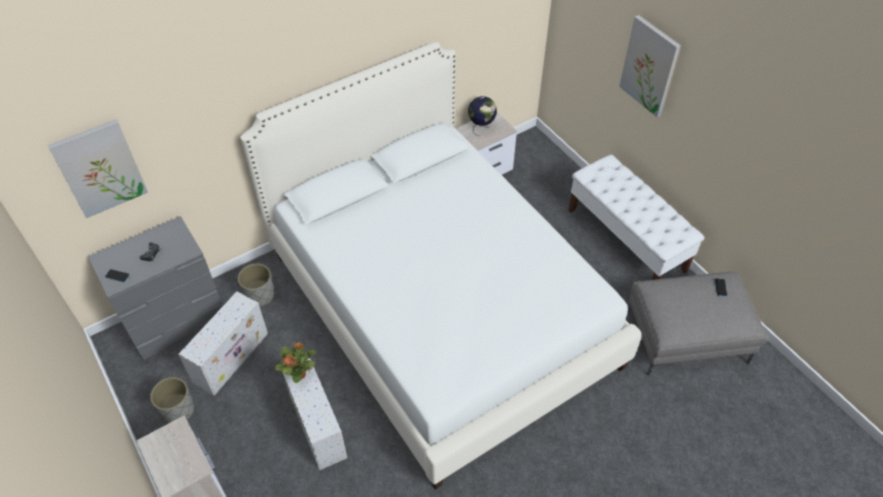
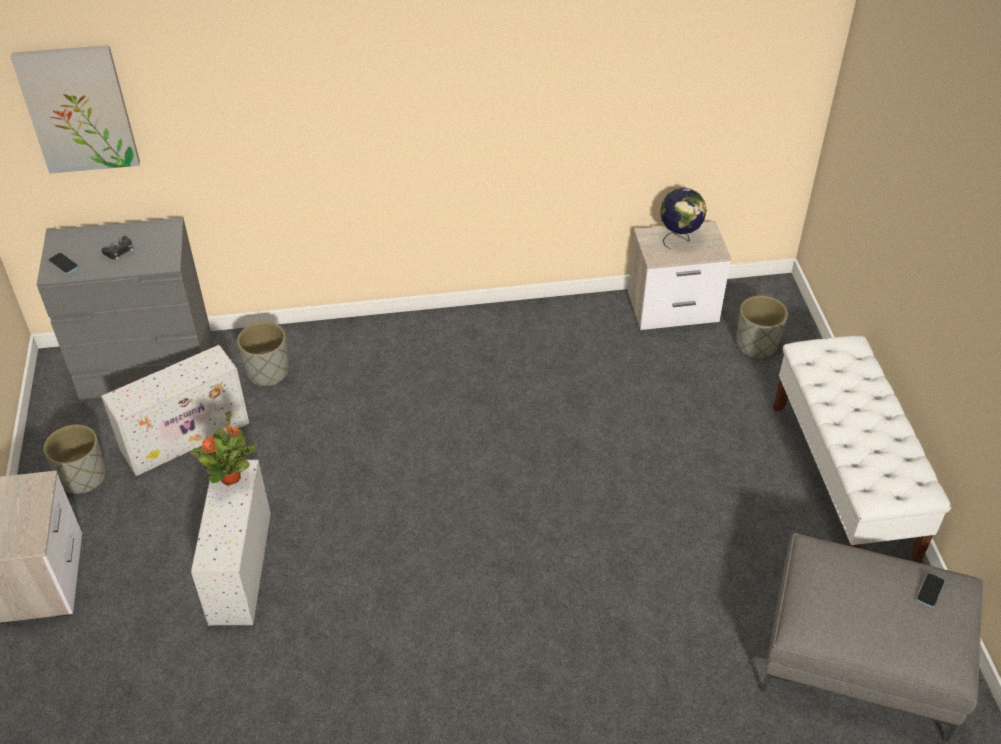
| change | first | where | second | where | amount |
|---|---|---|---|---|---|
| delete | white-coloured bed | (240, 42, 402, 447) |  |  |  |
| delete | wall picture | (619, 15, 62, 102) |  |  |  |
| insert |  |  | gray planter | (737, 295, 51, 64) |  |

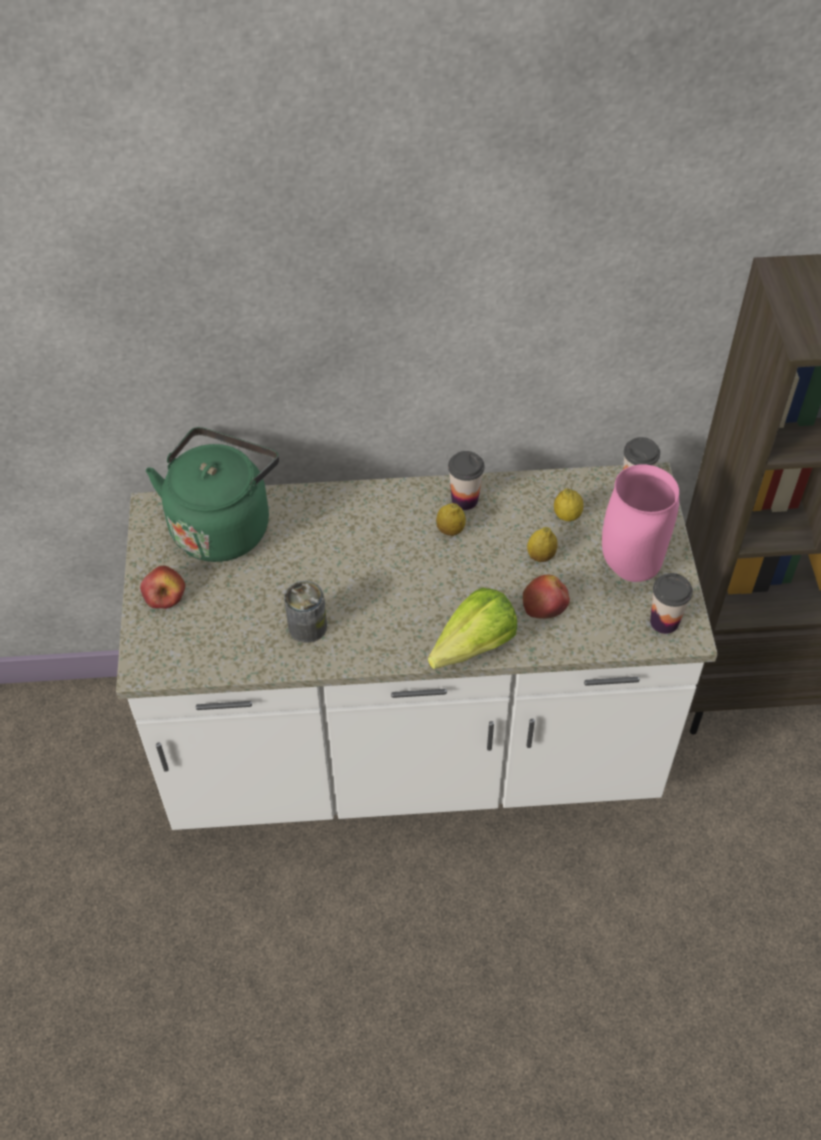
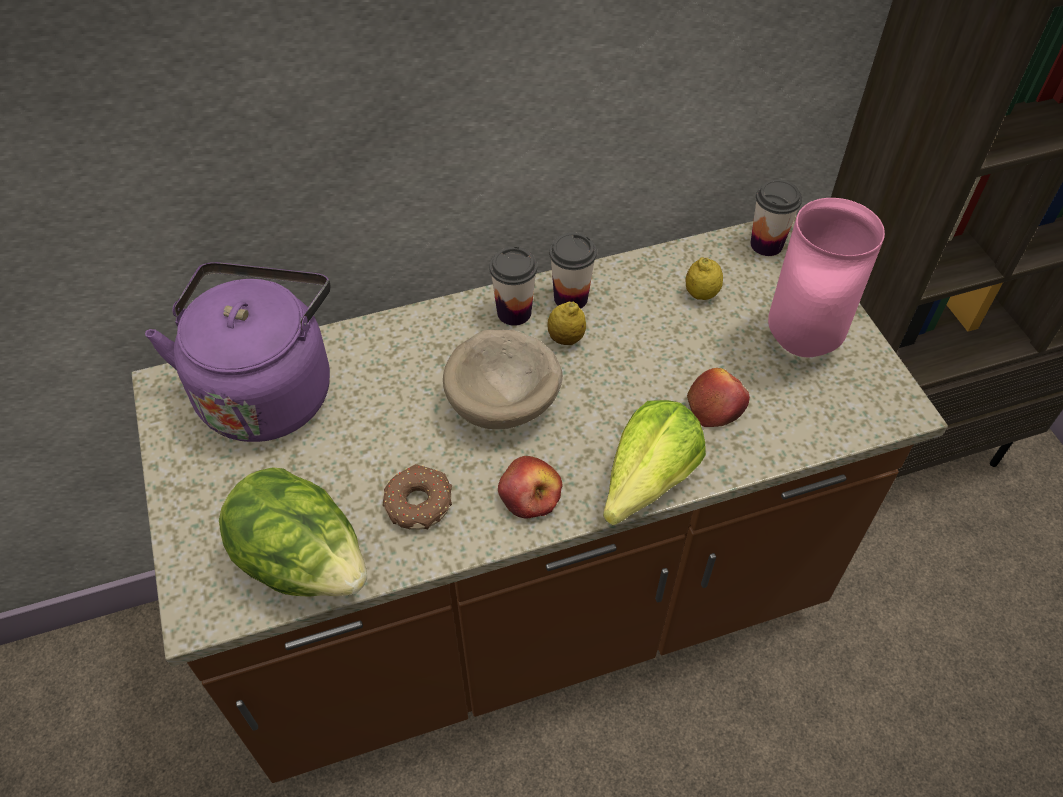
| change | first | where | second | where | amount |
|---|---|---|---|---|---|
| recolor | white-coloured kitchen base unit | (116, 462, 602, 368) | brown kitchen base unit | (131, 215, 817, 568) |  |
| move | whole apple | (140, 566, 45, 43) |  | (498, 456, 64, 63) |  |
| recolor | green kettle | (146, 427, 133, 135) | purple-coloured kettle | (145, 262, 186, 180) |  |
| replace | can | (284, 581, 43, 62) | ring doughnut | (383, 464, 69, 66) |  |
| delete | whole lemon | (527, 527, 31, 35) |  |  |  |
| move | drinking cup | (650, 573, 43, 61) |  | (489, 247, 48, 79) |  |
| insert |  |  | lettuce head | (219, 467, 148, 130) |  |
| insert |  |  | beige serving bowl | (443, 330, 120, 99) |  |

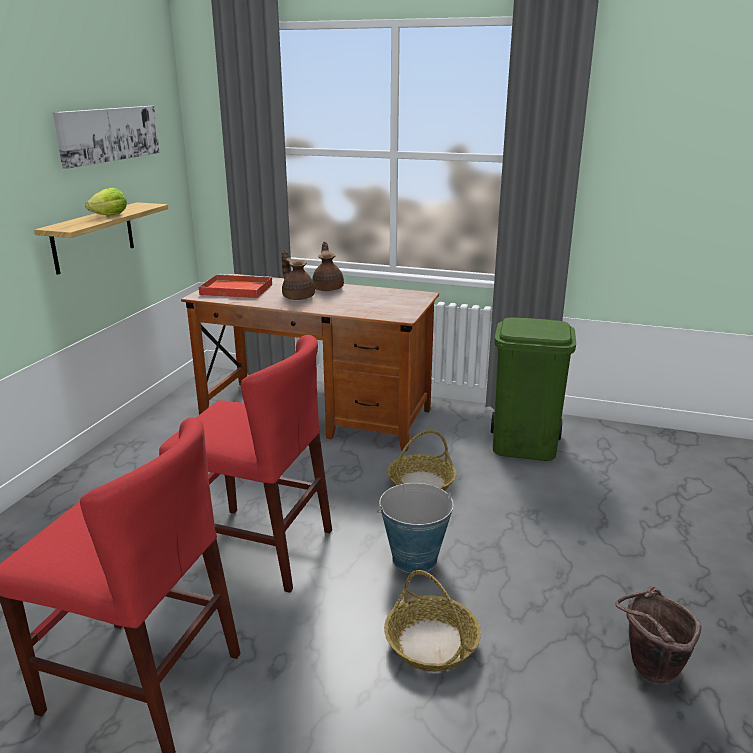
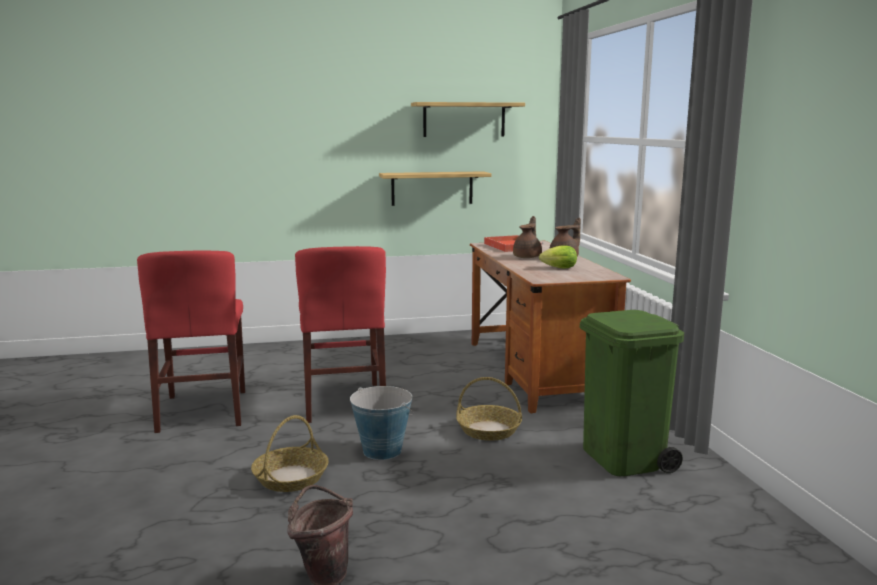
| change | first | where | second | where | amount |
|---|---|---|---|---|---|
| replace | wall picture | (53, 106, 107, 63) | shelf | (411, 102, 114, 35) |  |
| move | lettuce head | (85, 188, 42, 28) |  | (539, 246, 38, 23) |  |

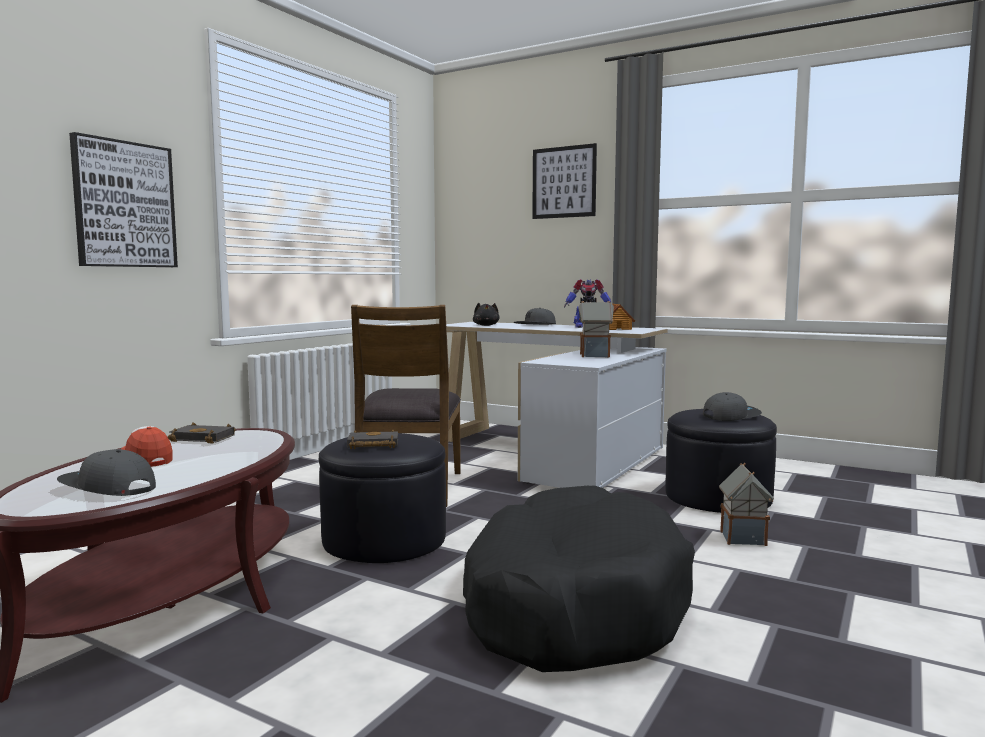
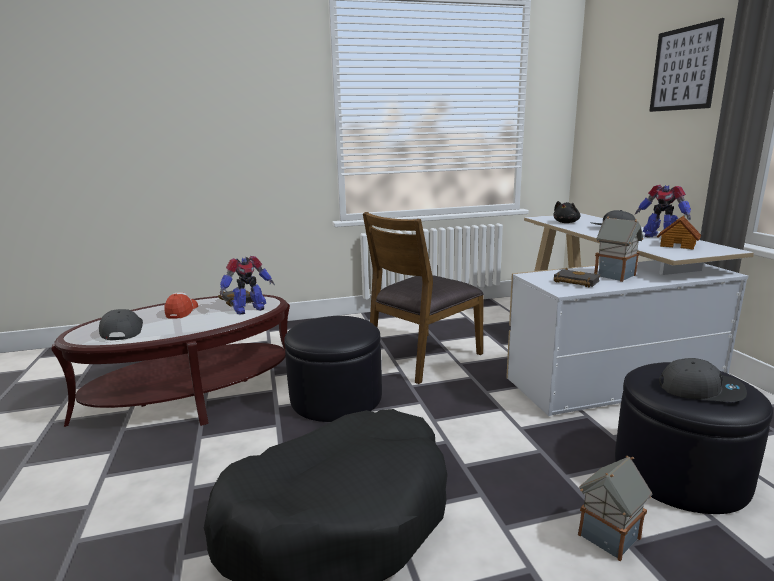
| change | first | where | second | where | amount |
|---|---|---|---|---|---|
| delete | wall picture | (69, 132, 109, 135) |  |  |  |
| move | black bound book | (347, 429, 51, 20) |  | (554, 268, 46, 20) |  |
| insert |  |  | toy robot | (220, 256, 55, 59) |  |

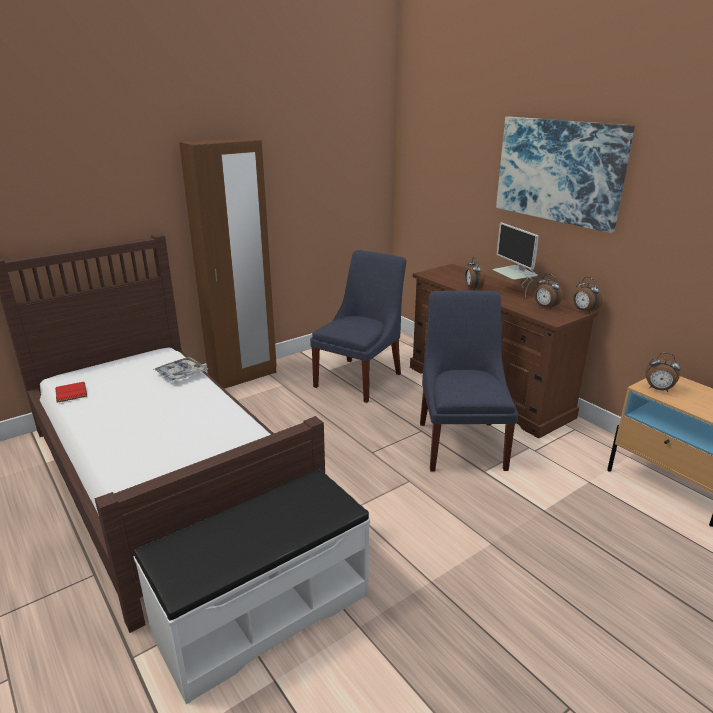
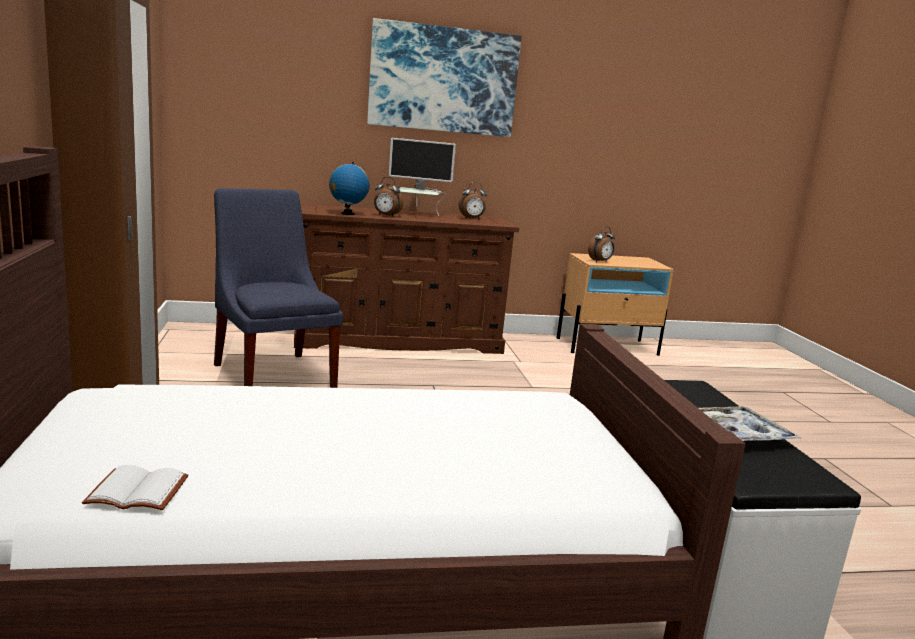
| change | first | where | second | where | amount |
|---|---|---|---|---|---|
| recolor | red-coloured bound book | (55, 382, 32, 21) | white-coloured bound book | (82, 465, 106, 45) |  |
| move | serving tray | (154, 357, 54, 25) |  | (699, 406, 102, 35) |  |
| delete | blue-coloured upright chair | (420, 291, 99, 180) |  |  |  |
| delete | table clock | (573, 277, 29, 37) |  |  |  |
| insert |  |  | desk globe | (329, 162, 41, 53) |  |

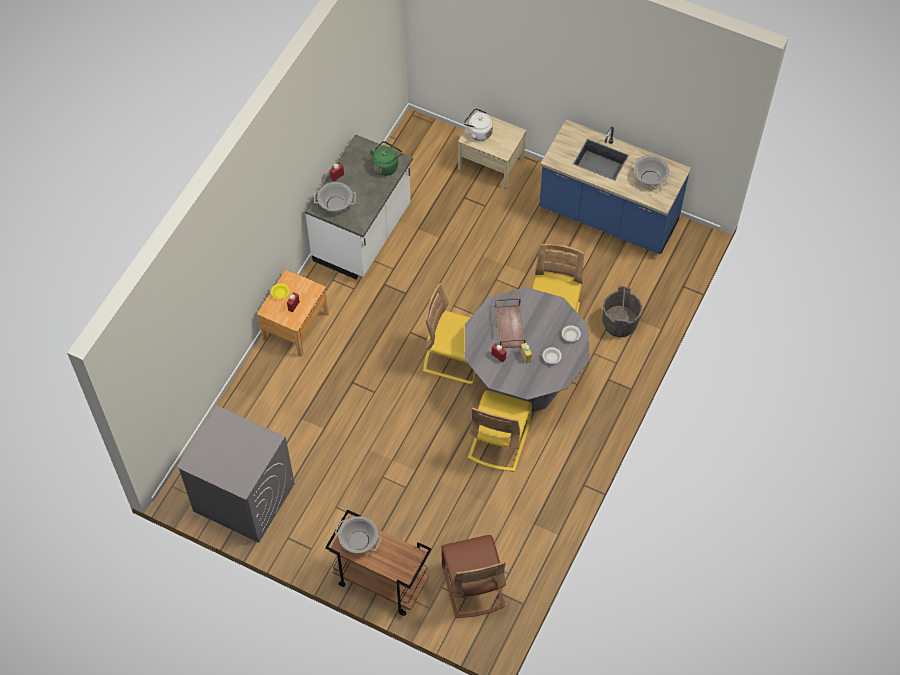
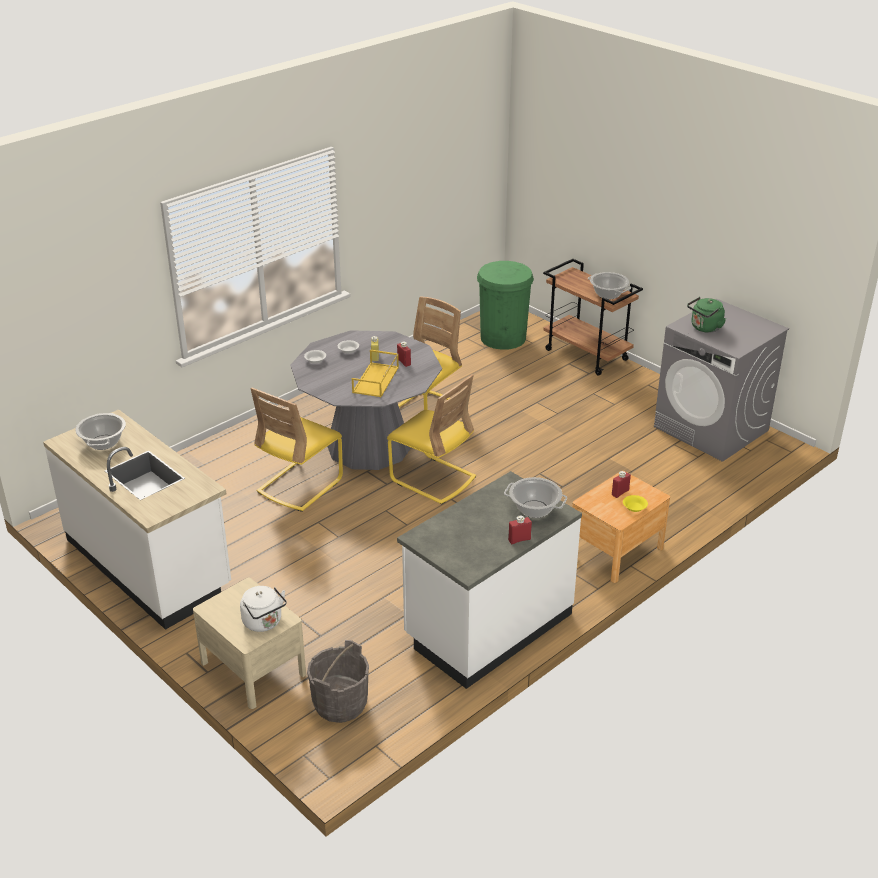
| change | first | where | second | where | amount |
|---|---|---|---|---|---|
| move | green kettle | (370, 141, 32, 35) |  | (687, 297, 39, 36) |  |
| replace | brown upright chair | (441, 535, 65, 83) | green waste bin | (477, 261, 57, 89) |  |
| recolor | brown serving tray | (495, 298, 30, 50) | yellowish serving tray | (352, 350, 47, 47) |  |
| recolor | blue-coloured kitchen base unit | (539, 120, 152, 134) | white-coloured kitchen base unit | (43, 409, 188, 221) |  |
| move | gray bucket | (602, 286, 40, 51) |  | (307, 640, 62, 83) |  |

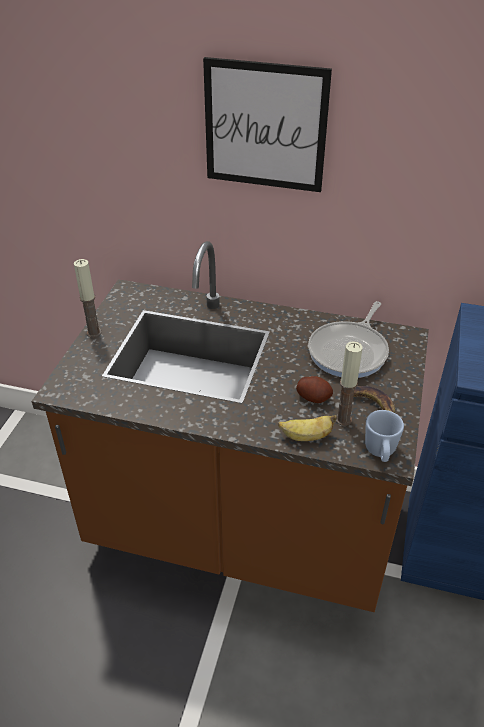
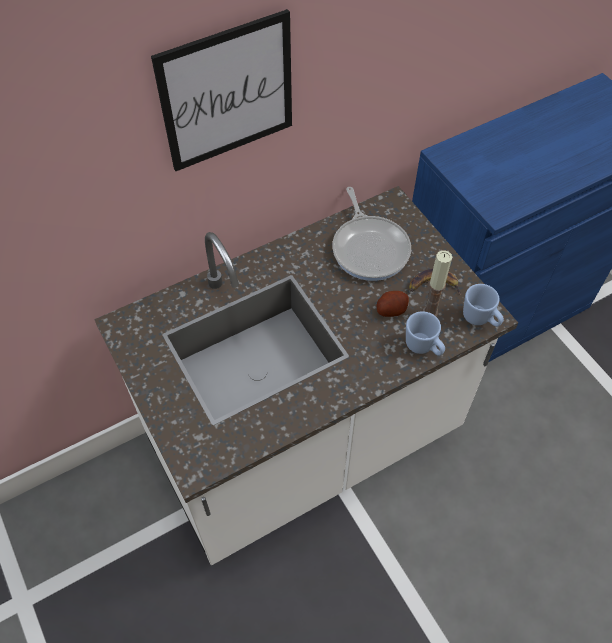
| change | first | where | second | where | amount |
|---|---|---|---|---|---|
| recolor | brown kitchen base unit | (32, 241, 397, 371) | white-coloured kitchen base unit | (94, 186, 424, 379) |  |
| delete | candle | (74, 259, 27, 79) |  |  |  |
| replace | banana | (278, 415, 59, 26) | blue-coloured coffee mug | (406, 311, 39, 45) |  |

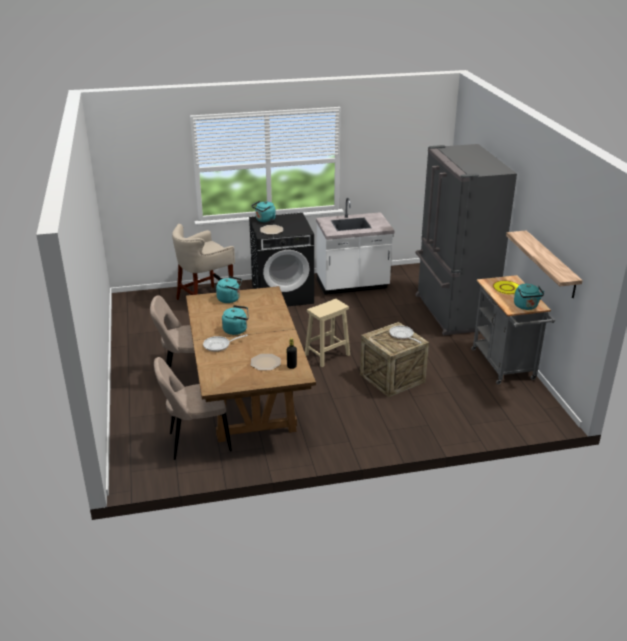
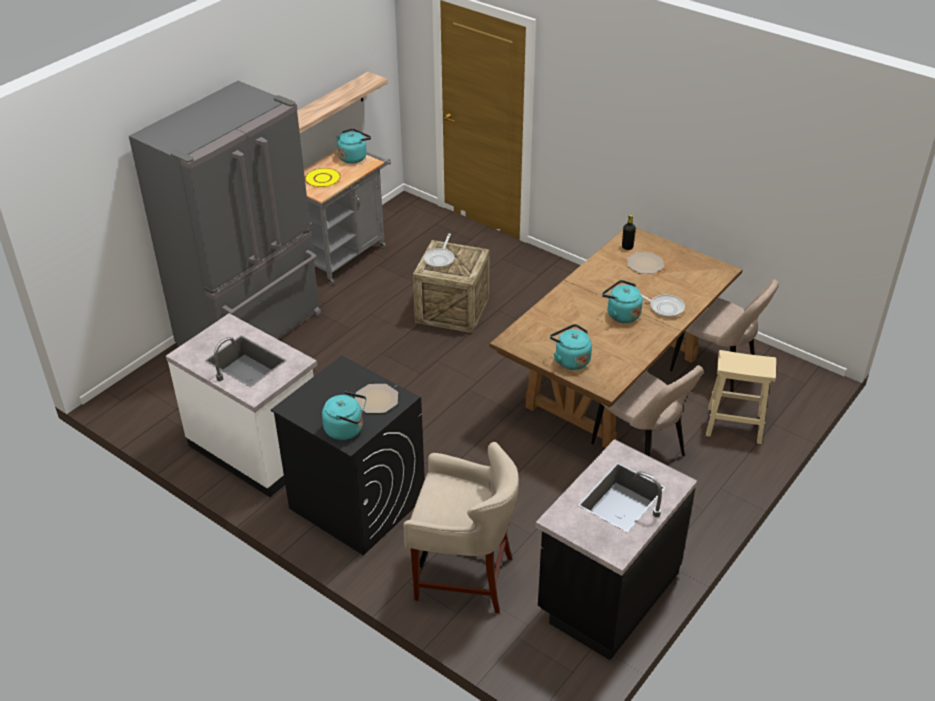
| change | first | where | second | where | amount |
|---|---|---|---|---|---|
| move | beige stool | (305, 299, 45, 68) |  | (706, 350, 70, 94) |  |
| insert |  |  | black kitchen base unit | (536, 439, 161, 221) |  |

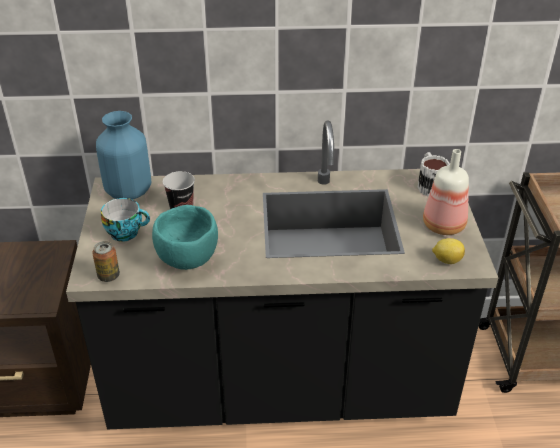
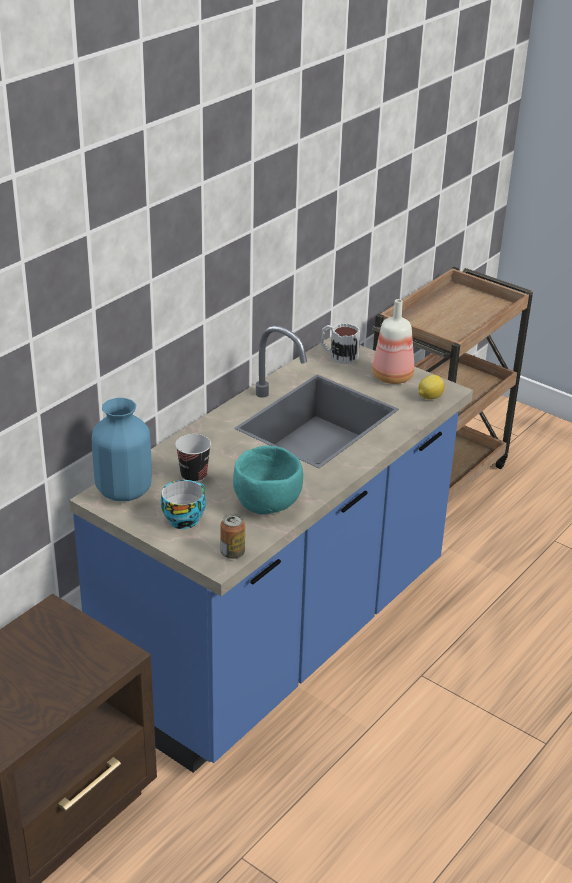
| change | first | where | second | where | amount |
|---|---|---|---|---|---|
| recolor | black kitchen base unit | (66, 120, 432, 309) | blue-coloured kitchen base unit | (69, 325, 404, 448) |  |

